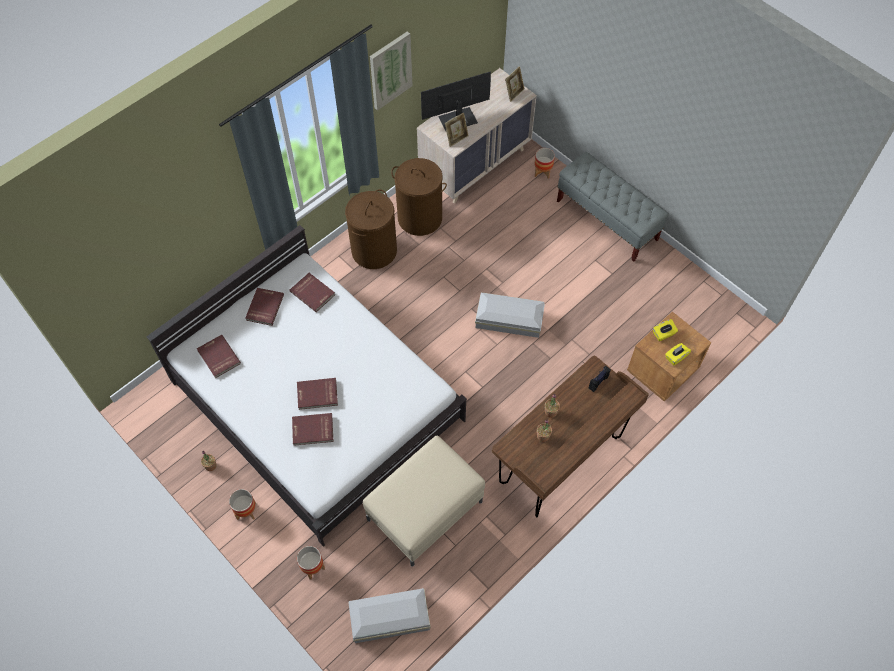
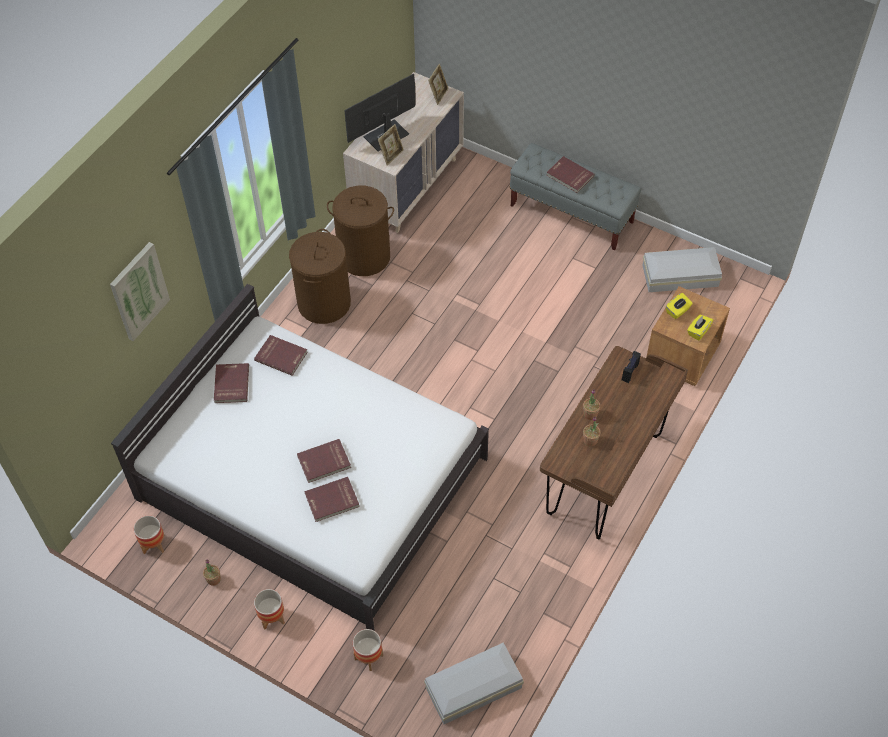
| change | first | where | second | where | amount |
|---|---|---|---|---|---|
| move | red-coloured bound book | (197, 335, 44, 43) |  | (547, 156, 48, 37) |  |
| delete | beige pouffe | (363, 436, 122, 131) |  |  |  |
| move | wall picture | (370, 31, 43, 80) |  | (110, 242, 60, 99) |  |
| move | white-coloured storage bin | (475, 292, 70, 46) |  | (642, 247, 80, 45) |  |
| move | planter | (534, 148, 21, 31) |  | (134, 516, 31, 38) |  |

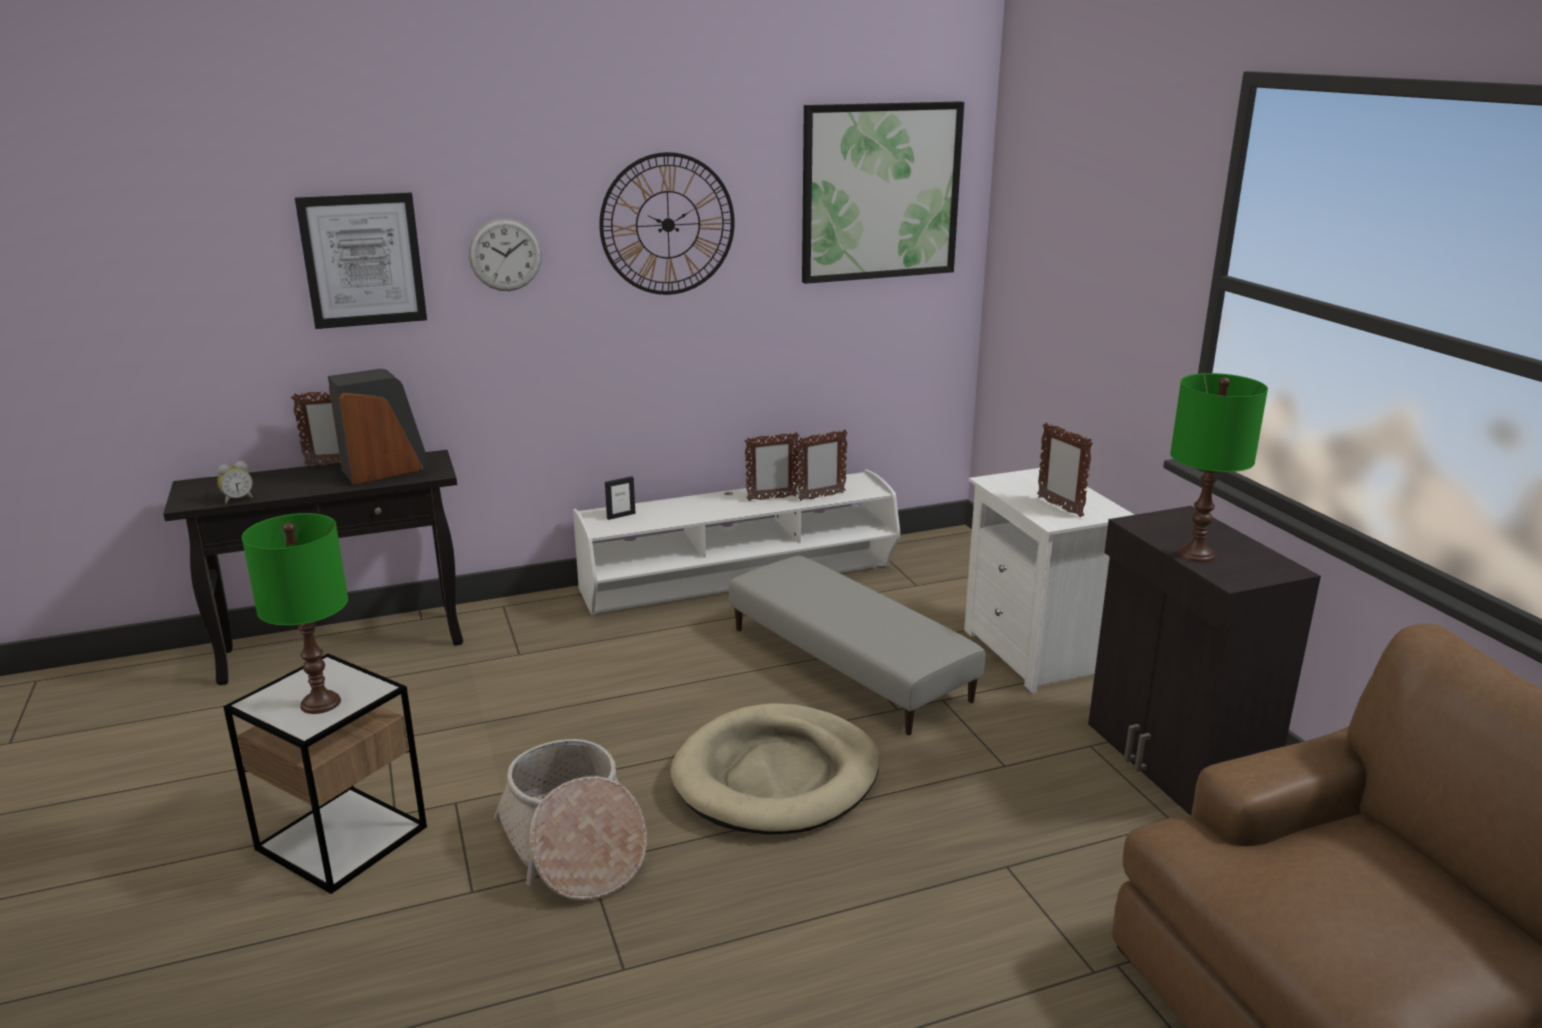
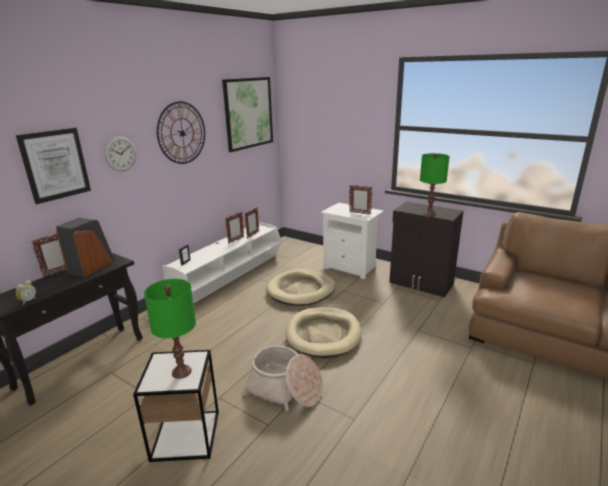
| change | first | where | second | where | amount |
|---|---|---|---|---|---|
| replace | gray pouffe | (729, 556, 256, 179) | beige dog cushion | (266, 269, 69, 37) |  |

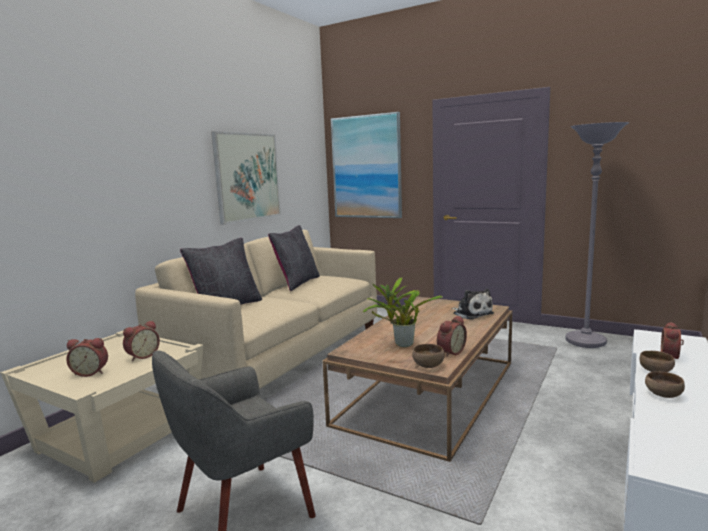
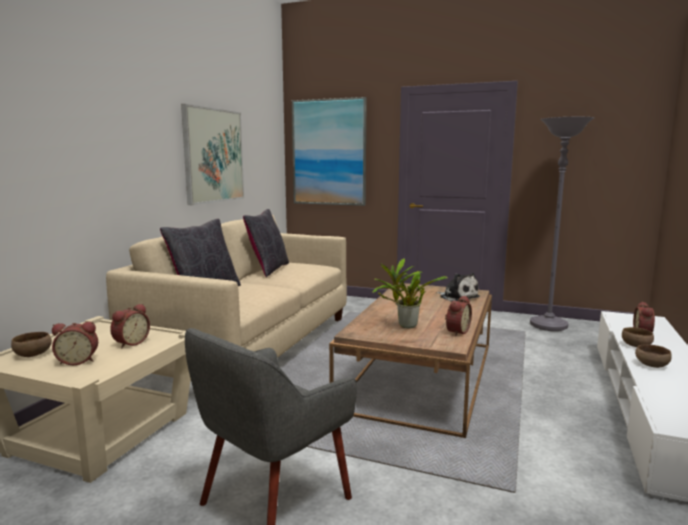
| change | first | where | second | where | amount |
|---|---|---|---|---|---|
| move | brown serving bowl | (412, 344, 33, 24) |  | (11, 332, 41, 25) |  |

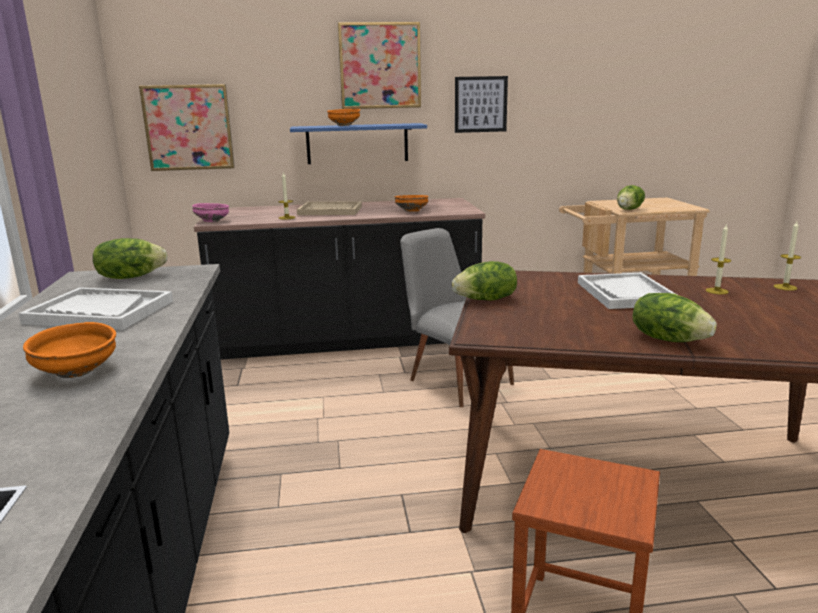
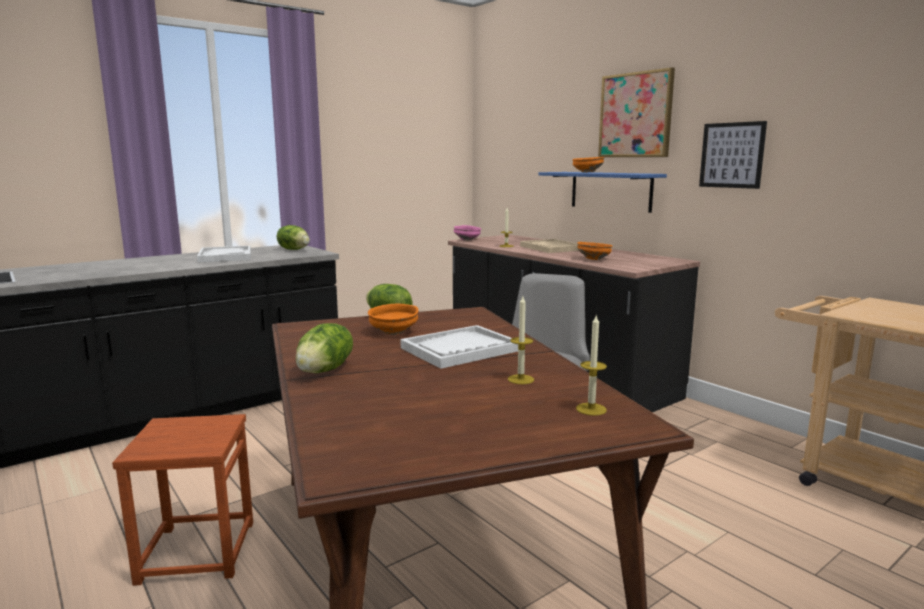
| change | first | where | second | where | amount |
|---|---|---|---|---|---|
| move | orange-coloured serving bowl | (23, 322, 93, 56) |  | (368, 304, 51, 31) |  |
| delete | wall picture | (139, 84, 96, 87) |  |  |  |
| delete | lettuce head | (617, 185, 28, 25) |  |  |  |

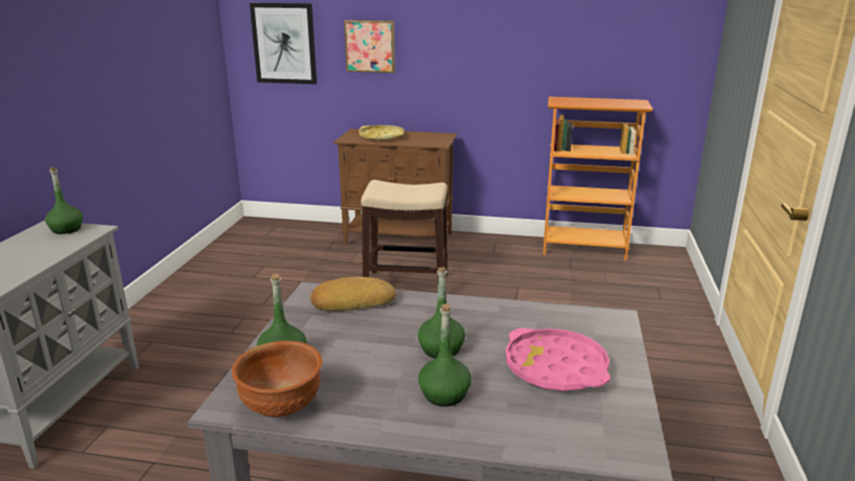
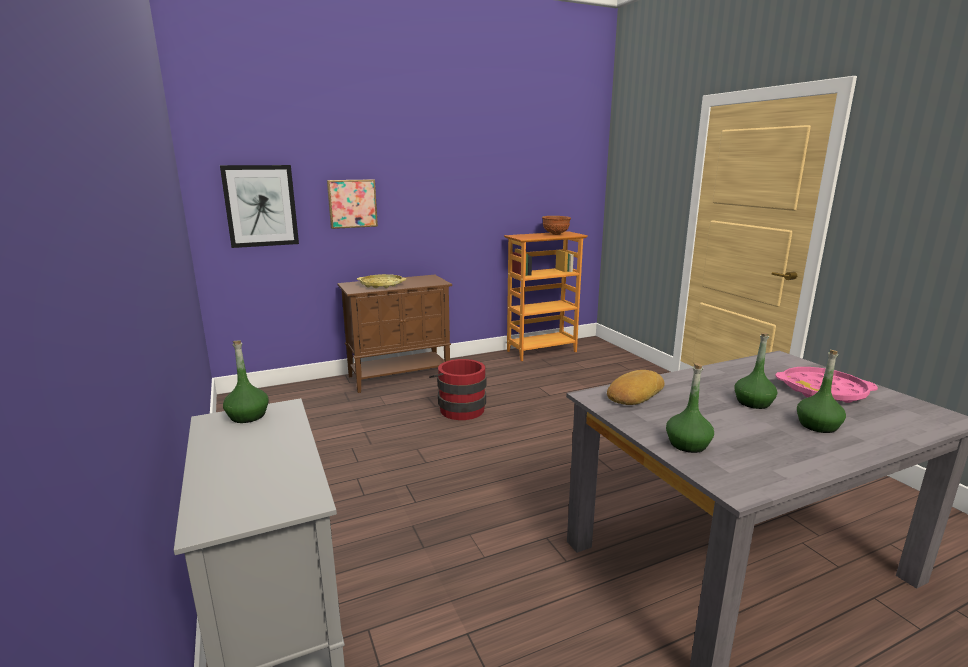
| change | first | where | second | where | amount |
|---|---|---|---|---|---|
| move | brown serving bowl | (232, 341, 90, 76) |  | (542, 216, 29, 19) |  |
| replace | stool | (361, 180, 87, 98) | red-coloured bucket | (429, 359, 57, 61) |  |

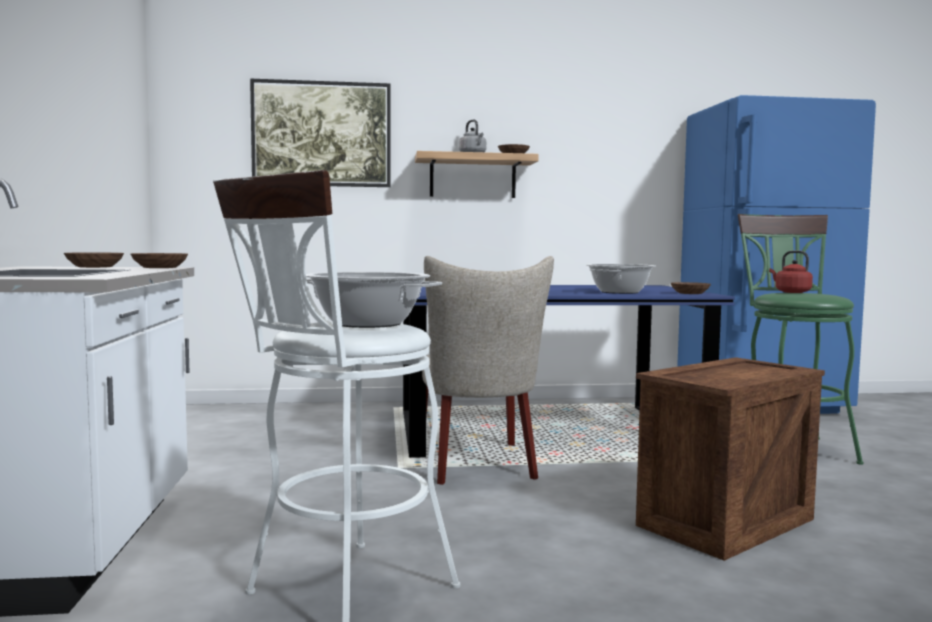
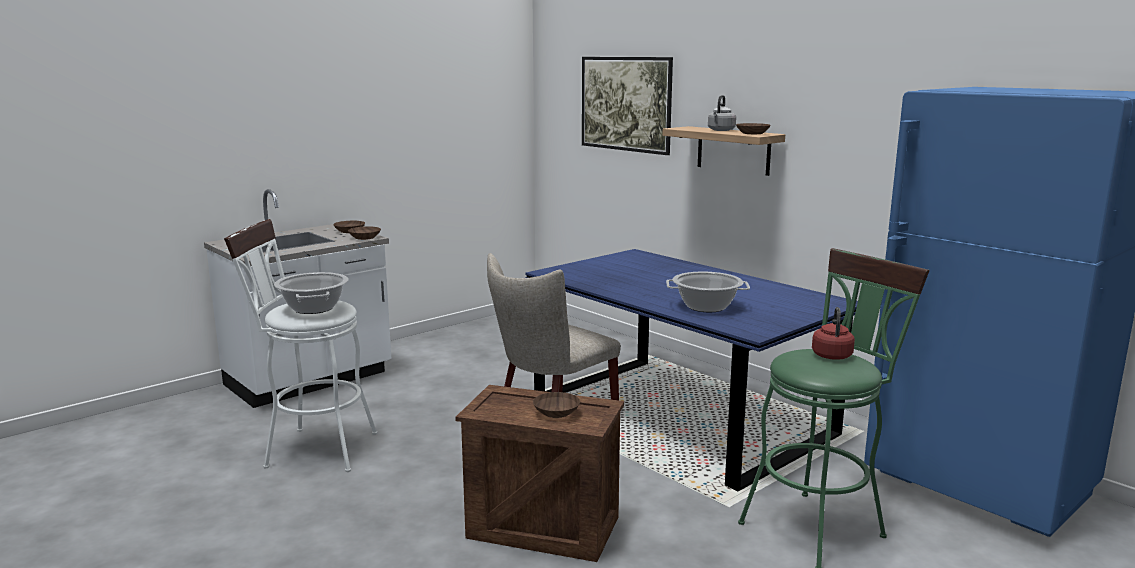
| change | first | where | second | where | amount |
|---|---|---|---|---|---|
| move | brown serving bowl | (671, 282, 40, 12) |  | (533, 392, 47, 26) |  |

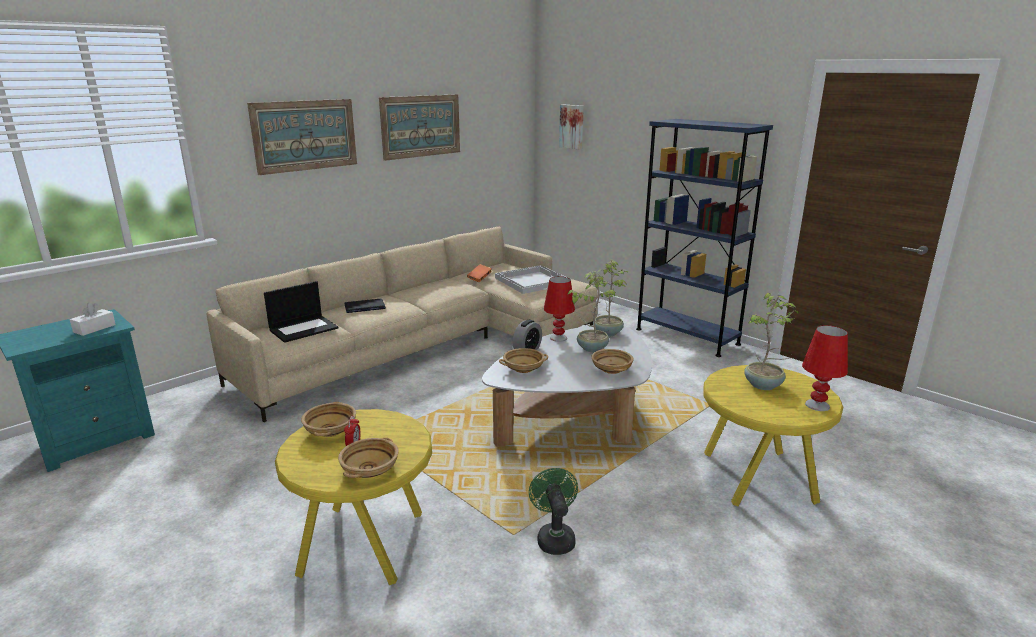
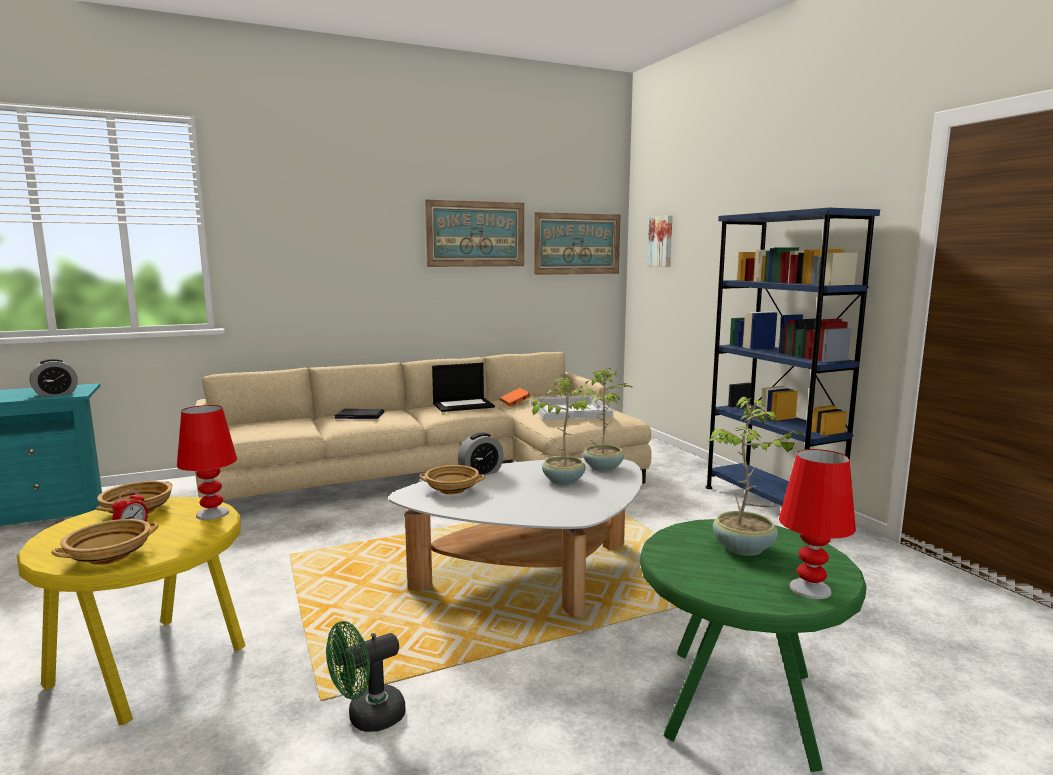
| change | first | where | second | where | amount |
|---|---|---|---|---|---|
| replace | white-coloured tissue box | (70, 303, 46, 33) | table clock | (30, 359, 48, 38) |  |
| move | wall picture | (247, 99, 110, 76) |  | (534, 212, 87, 63) |  |
| move | laptop | (264, 281, 74, 62) |  | (432, 363, 63, 49) |  |
| rotate | green cooling fan | (529, 468, 49, 87) |  | (326, 621, 79, 111) | 135 degrees counterclockwise |
| move | red-coloured table lamp | (544, 277, 31, 65) |  | (177, 405, 60, 115) |  |
| delete | beige serving bowl | (592, 349, 42, 25) |  |  |  |
| recolor | yellowish side table | (703, 365, 140, 141) | green side table | (640, 519, 227, 253) |  |

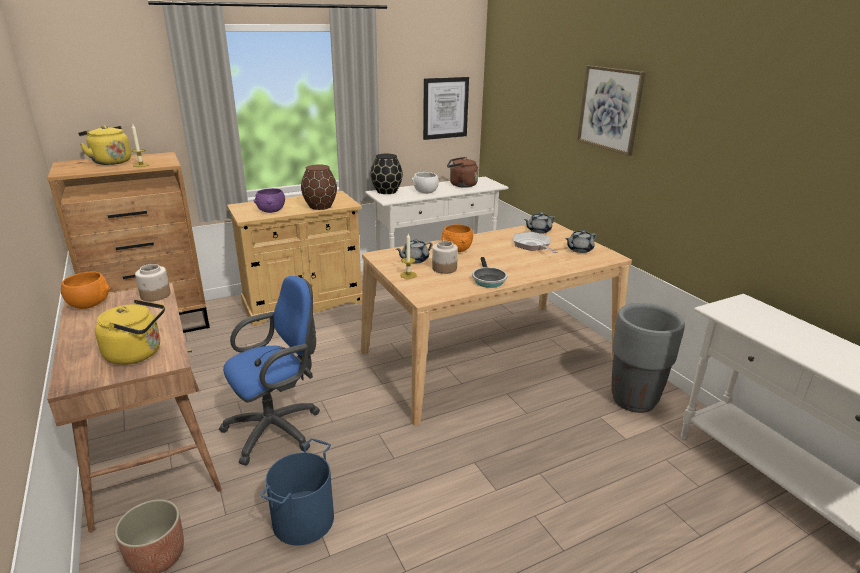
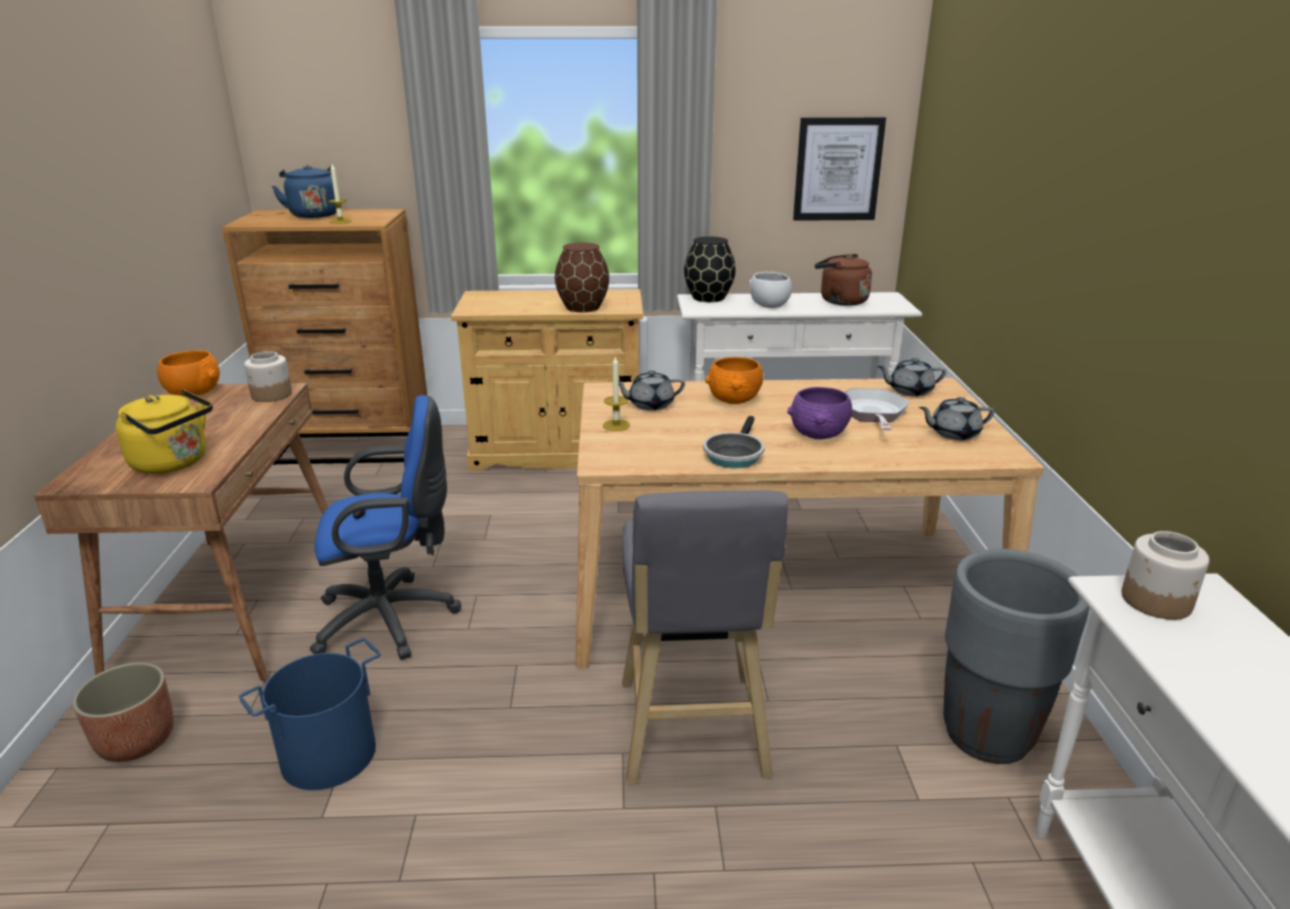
| change | first | where | second | where | amount |
|---|---|---|---|---|---|
| recolor | yellowish kettle | (78, 126, 53, 39) | blue-coloured kettle | (272, 165, 65, 53) |  |
| move | purple-coloured serving bowl | (254, 188, 31, 25) |  | (788, 387, 64, 52) |  |
| move | storage jar | (432, 241, 26, 33) |  | (1121, 531, 88, 89) |  |
| delete | wall picture | (577, 65, 69, 91) |  |  |  |
| insert |  |  | gray stool | (622, 490, 166, 294) |  |

